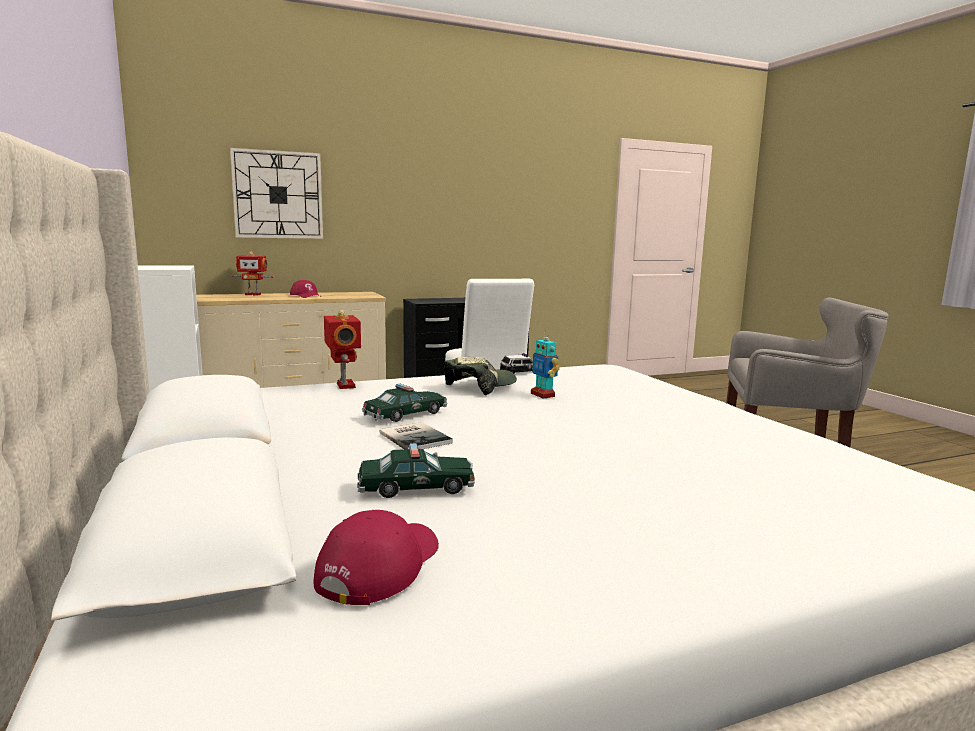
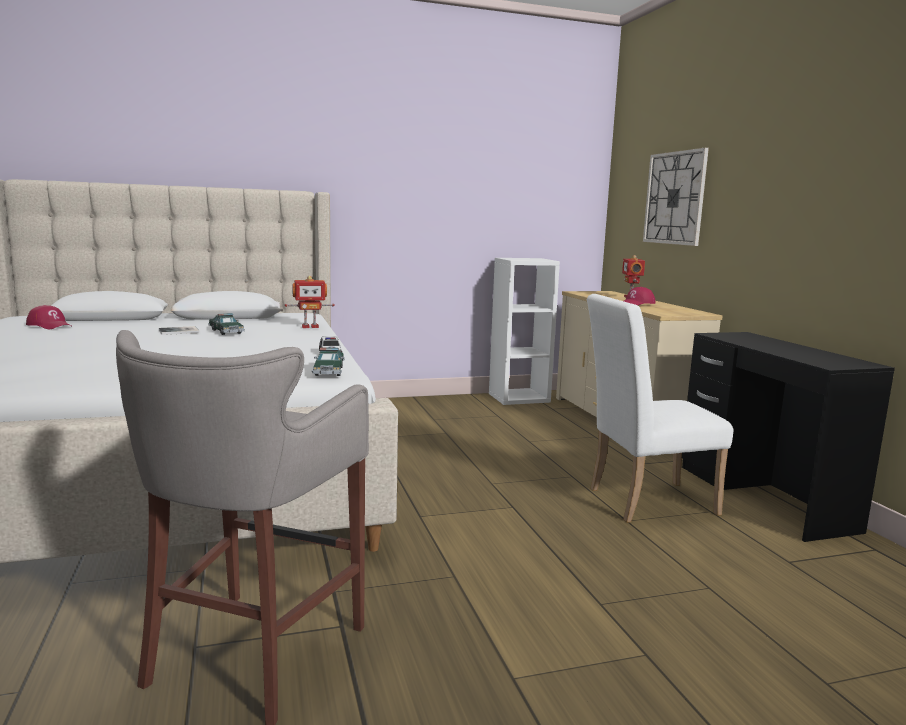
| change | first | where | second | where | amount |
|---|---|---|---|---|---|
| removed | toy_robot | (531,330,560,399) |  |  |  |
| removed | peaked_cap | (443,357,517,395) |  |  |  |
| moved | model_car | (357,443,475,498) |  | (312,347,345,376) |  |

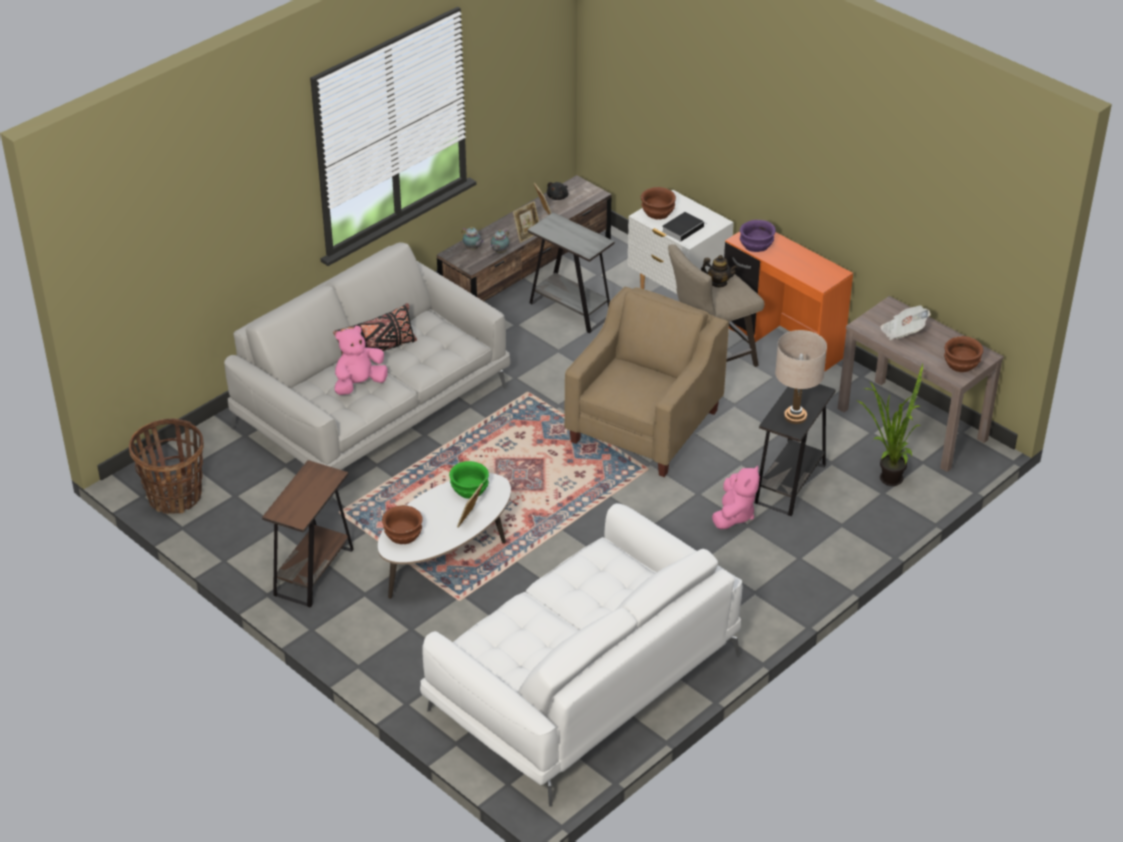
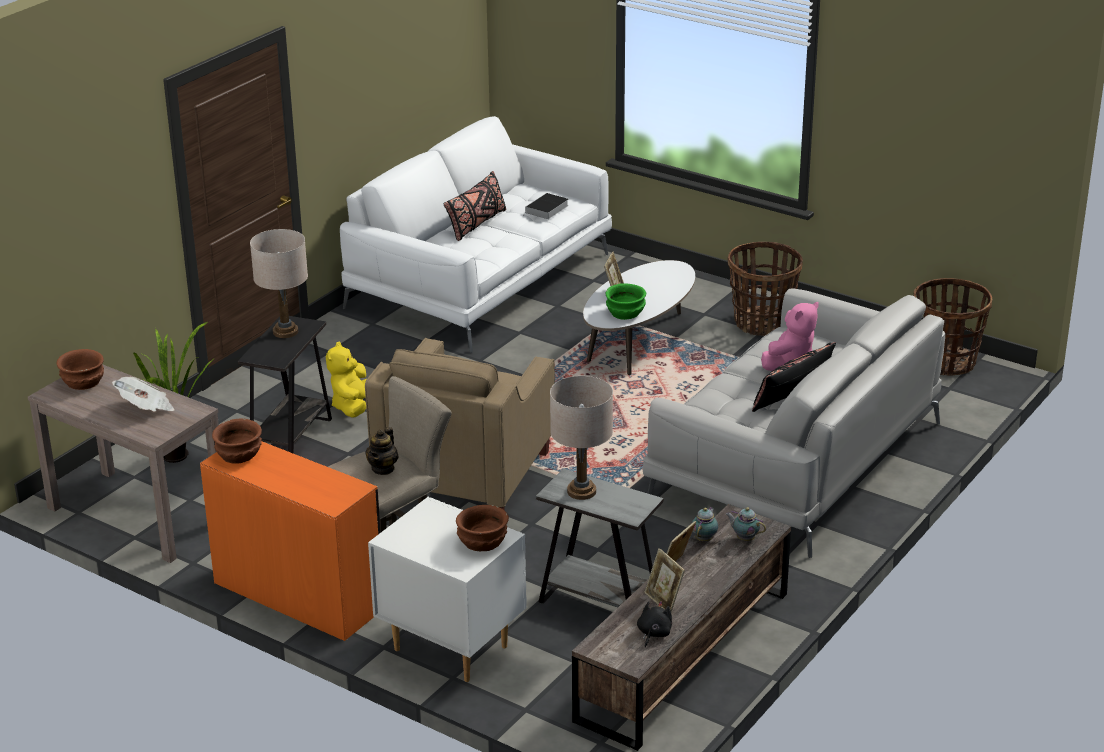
| change | first | where | second | where | amount |
|---|---|---|---|---|---|
| moved | volume | (662,212,707,242) |  | (524,193,569,219) |  |
| removed | purplish_bowl | (740,220,776,252) |  |  |  |
| turned | tea_pot | (701,255,738,287) |  | (365,427,399,475) | 75 degrees counterclockwise |
| replaced | brown_side_table | (262,460,354,608) | basket | (728,242,803,336) |  |
| recoloured | pink_soft_toy | (712,465,760,529) | yellow_soft_toy | (326,341,367,417) |  |
| moved | brown_bowl | (382,505,423,544) |  | (212,419,262,464) |  |
| added |  |  | blackish_cushion | (444,171,506,241) |  |
| added |  |  | beige-coloured_lamp_for_a_table | (550,376,613,500) |  |

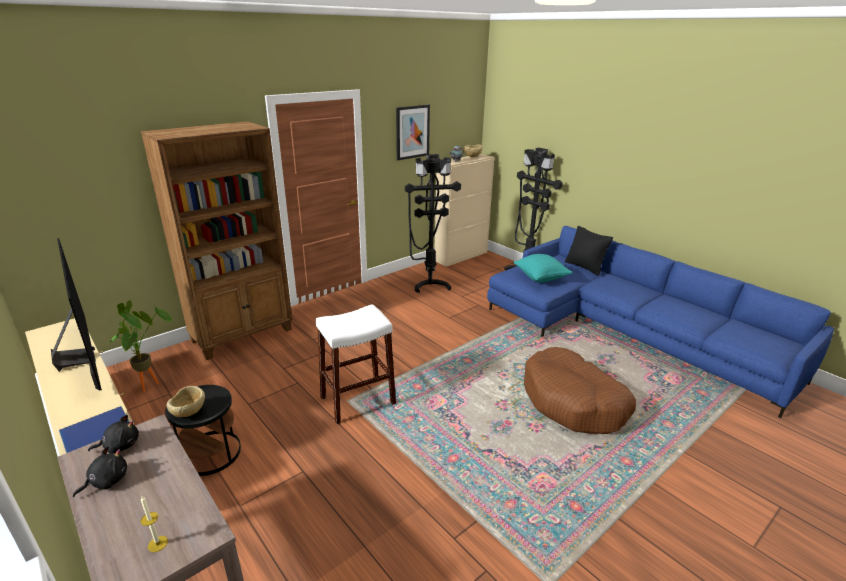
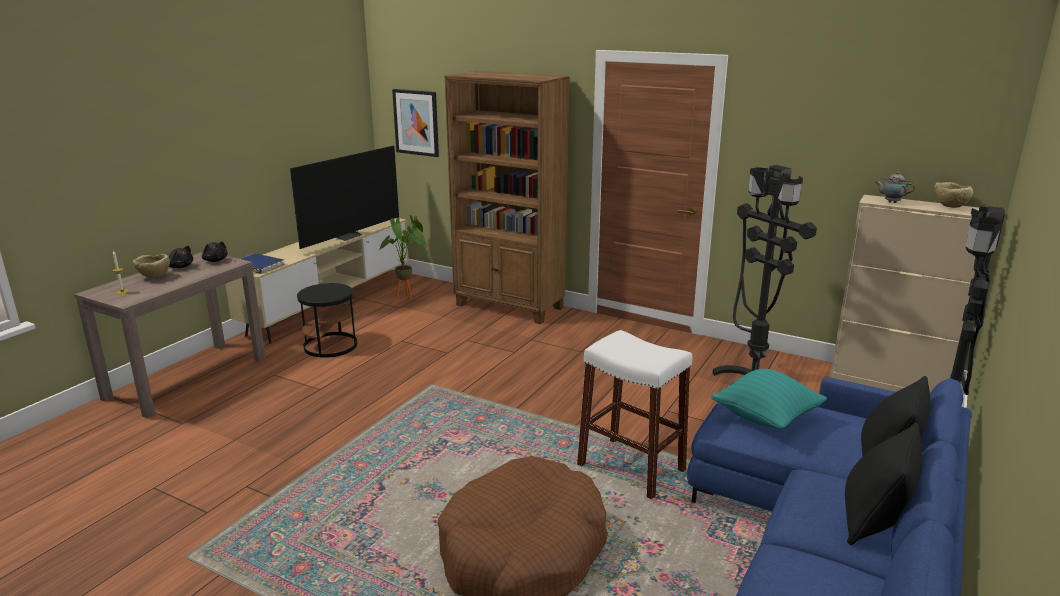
| change | first | where | second | where | amount |
|---|---|---|---|---|---|
| moved | wall_picture | (396,105,430,160) |  | (392,89,439,157) |  |
| moved | white-coloured_stool | (316,304,396,424) |  | (577,330,692,499) |  |
| moved | beige-coloured_bowl | (167,386,205,417) |  | (133,254,170,278) |  |
| added |  |  | blackish_cushion | (845,423,922,545) |  |

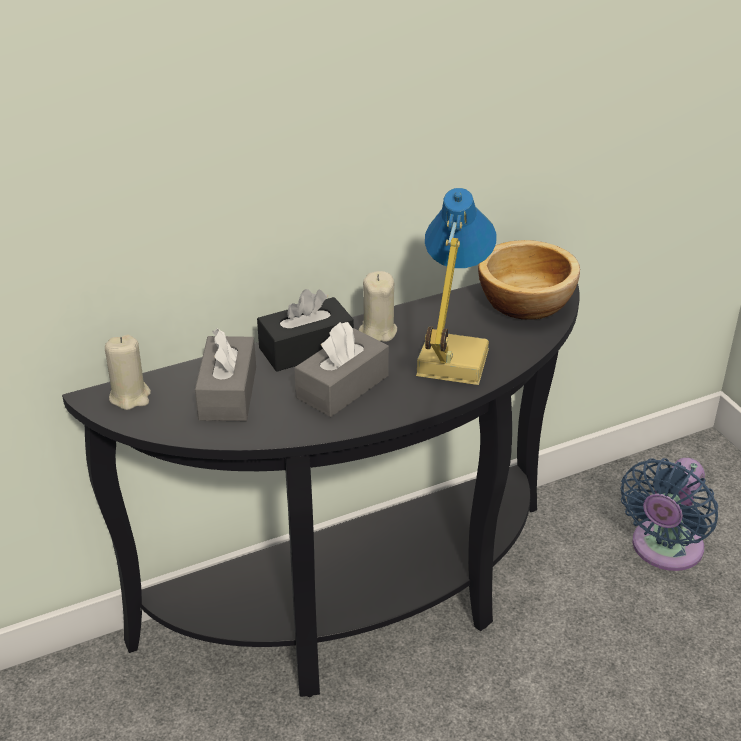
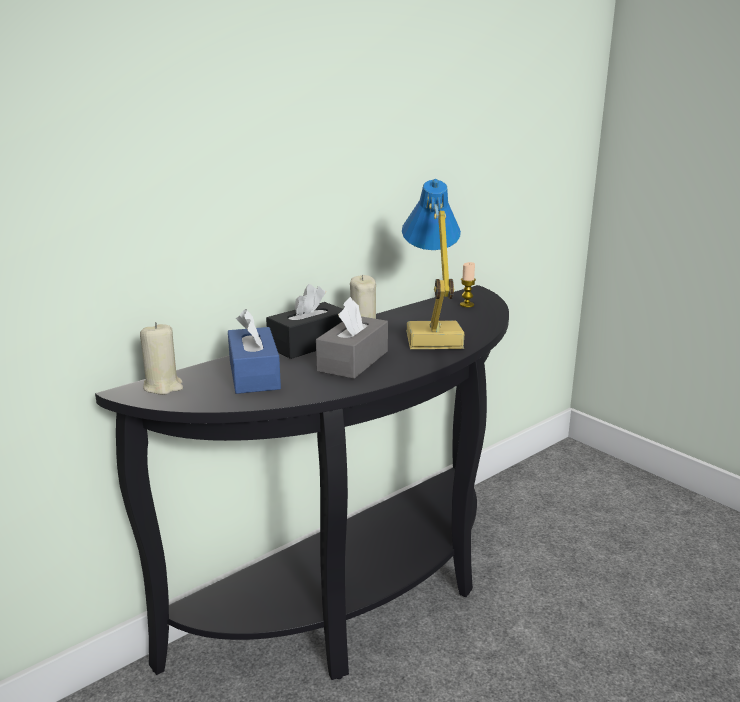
| change | first | where | second | where | amount |
|---|---|---|---|---|---|
| replaced | bowl | (478,240,580,320) | candle | (460,262,476,307) |  |
| recoloured | greyish_tissue_holder | (195,329,256,421) | blue-coloured_tissue_holder | (228,309,281,394) |  |
| removed | blue-coloured_fan | (621,458,718,571) |  |  |  |

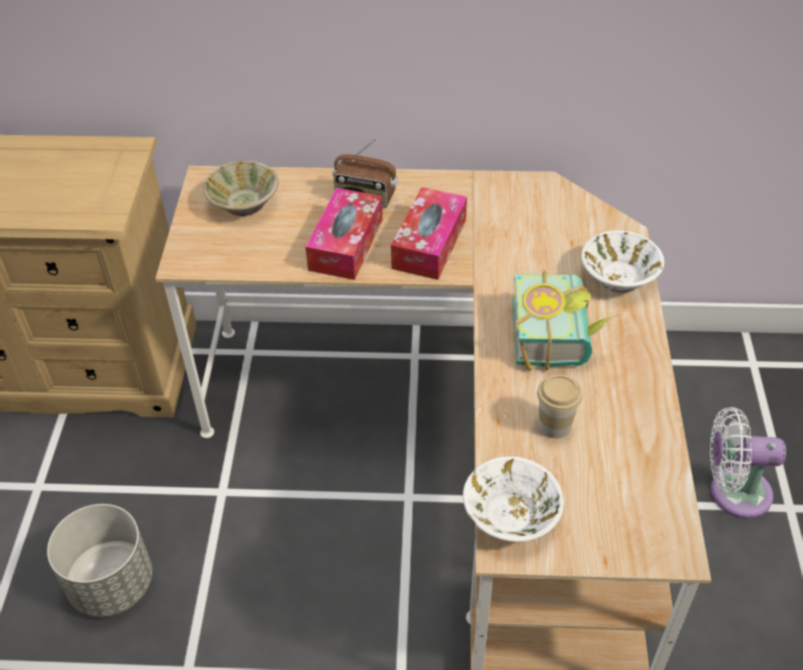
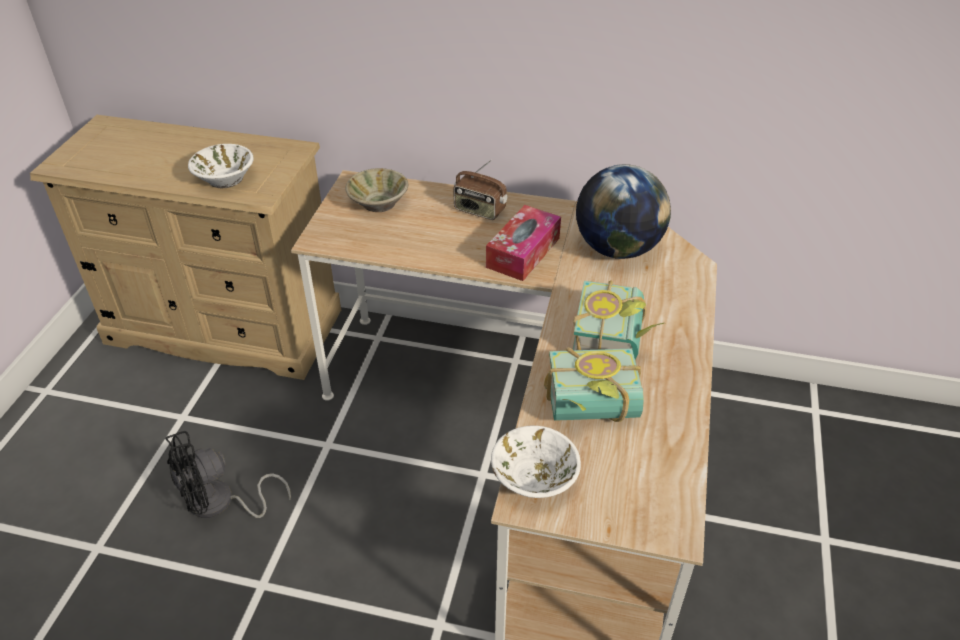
| change | first | where | second | where | amount |
|---|---|---|---|---|---|
| removed | tissue_holder | (305,188,383,280) |  |  |  |
| moved | white-coloured_bowl | (581,230,664,292) |  | (188,144,254,188) |  |
| replaced | cup | (537,374,583,438) | volume | (544,347,644,422) |  |
| removed | white-coloured_fan | (710,407,786,519) |  |  |  |
| replaced | greyish_planter | (47,504,152,617) | blackish_fan | (165,431,291,518) |  |
| added |  |  | desk_globe | (576,164,671,259) |  |

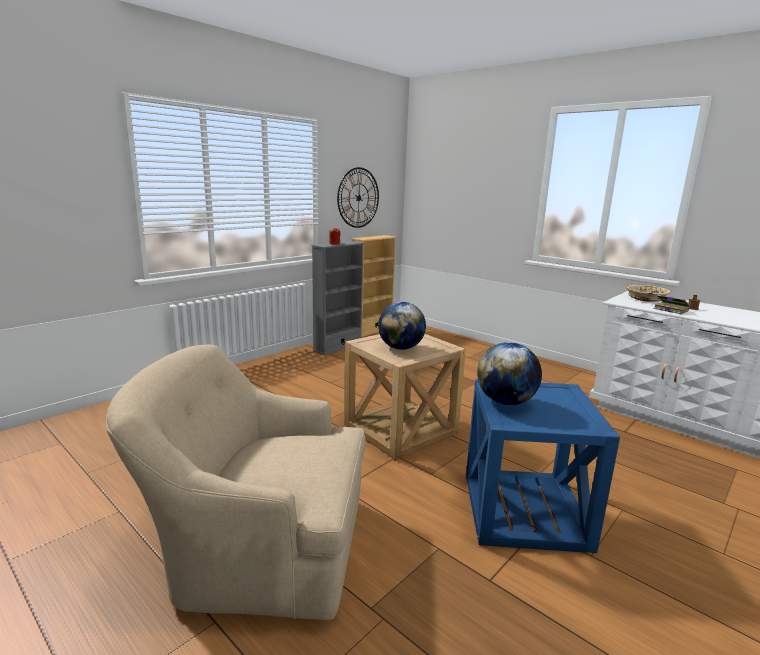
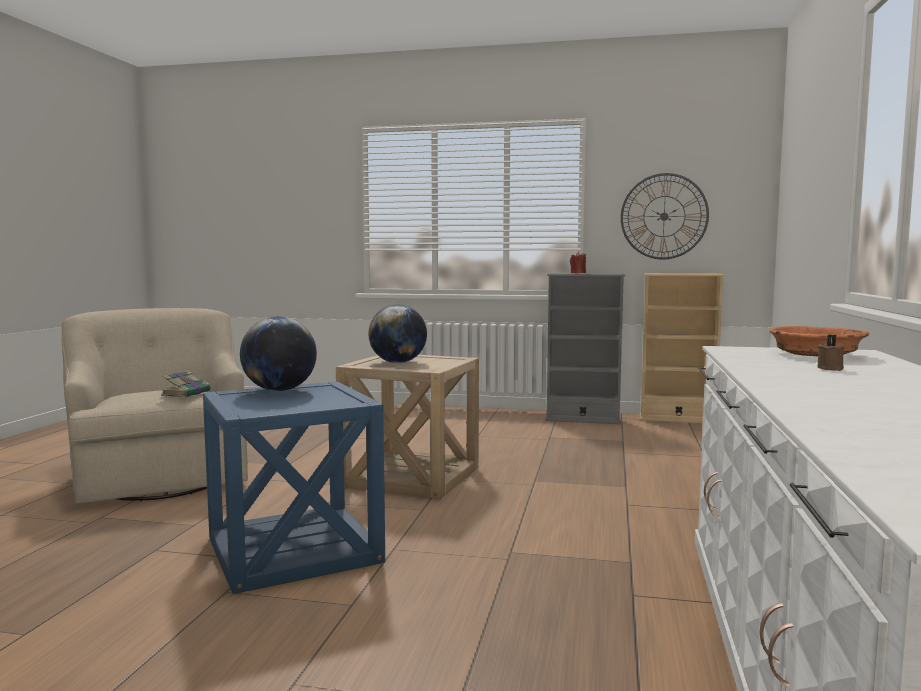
| change | first | where | second | where | amount |
|---|---|---|---|---|---|
| recoloured | beige-coloured_bowl | (626,285,670,302) | orange-coloured_bowl | (769,326,869,356) |  |
| moved | volume | (653,295,690,314) |  | (161,370,211,398) |  |

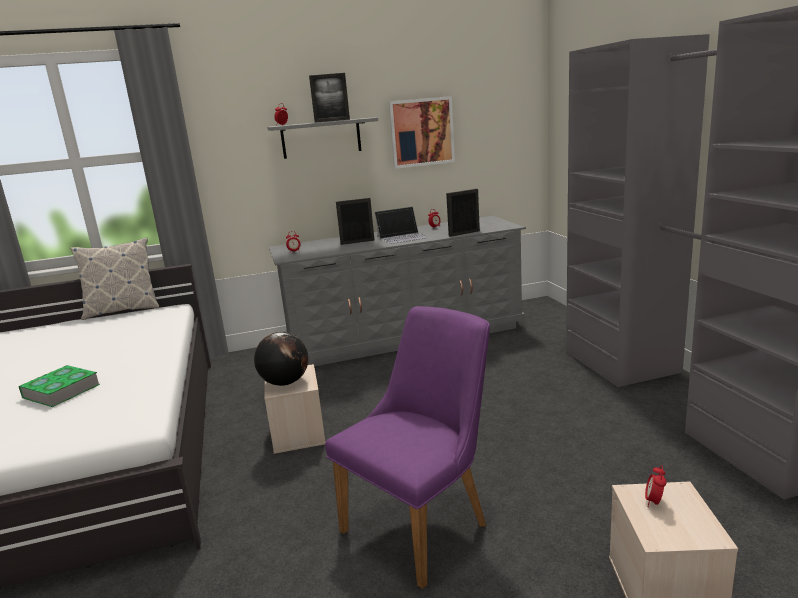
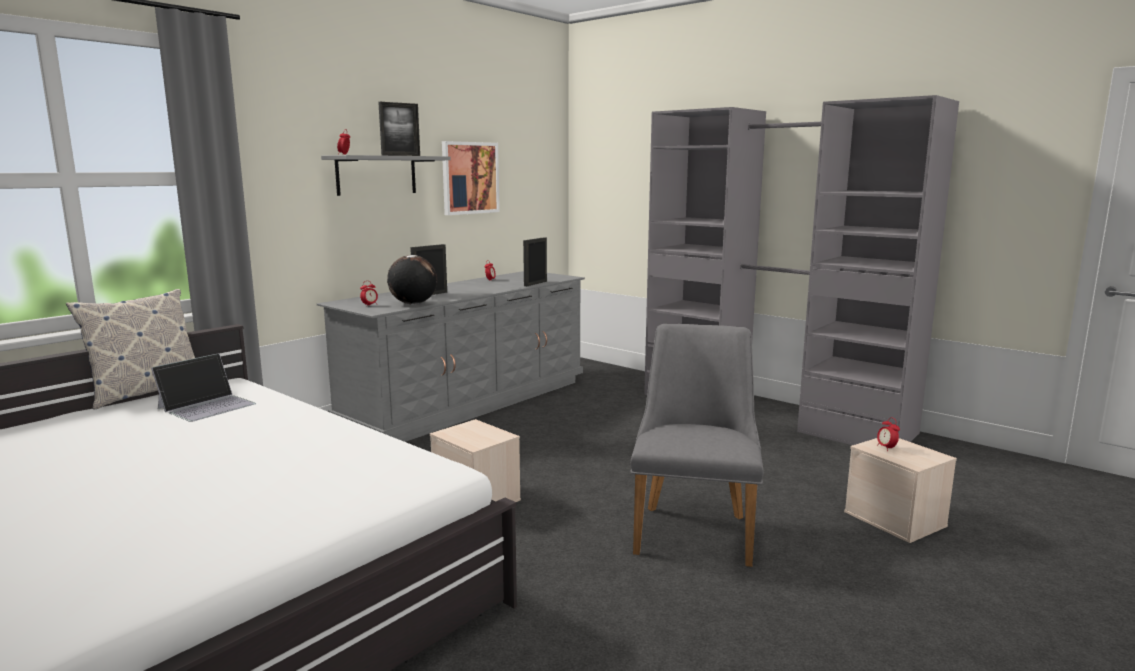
| change | first | where | second | where | amount |
|---|---|---|---|---|---|
| moved | notebook_computer | (374,206,429,244) |  | (151,353,256,422) |  |
| recoloured | purplish_upright_chair | (325,306,490,589) | greyish_upright_chair | (631,324,764,567) |  |
| moved | desk_globe | (254,332,309,386) |  | (387,255,437,304) |  |
| removed | volume | (18,365,100,407) |  |  |  |

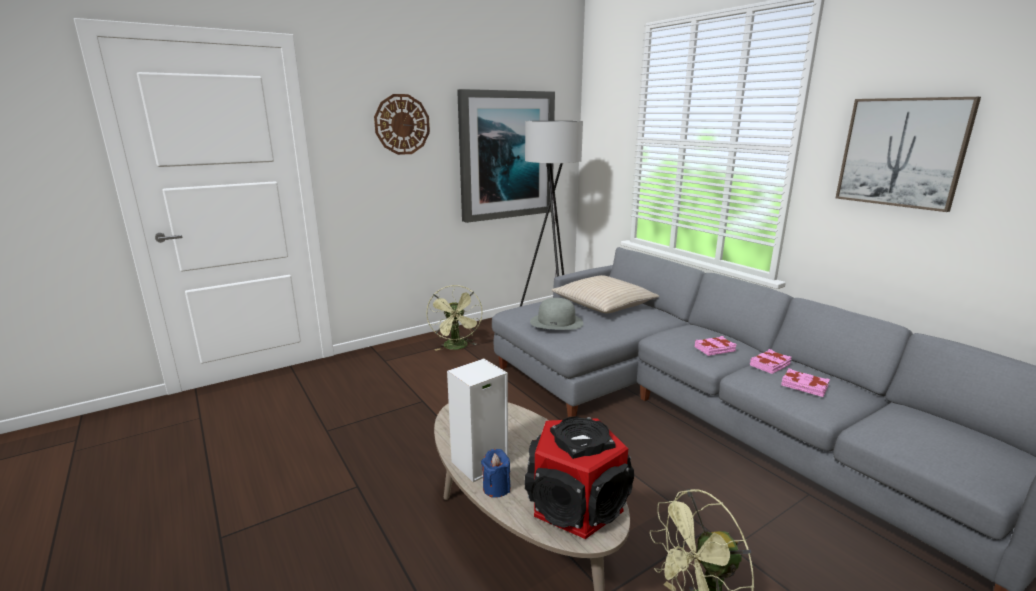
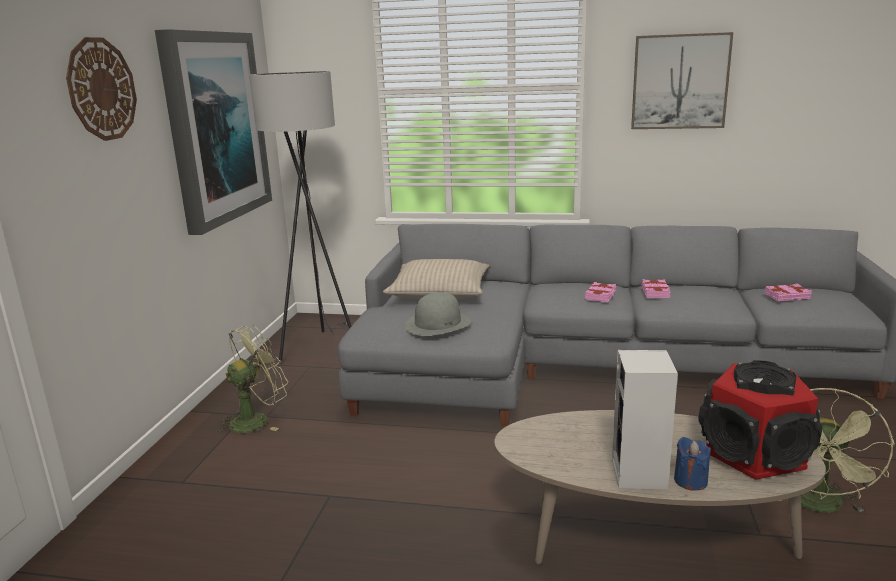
| change | first | where | second | where | amount |
|---|---|---|---|---|---|
| turned | green_fan | (426,285,482,351) |  | (216,325,288,433) | 75 degrees counterclockwise |
| moved | pink_volume | (781,368,830,397) |  | (765,284,812,301) |  |

